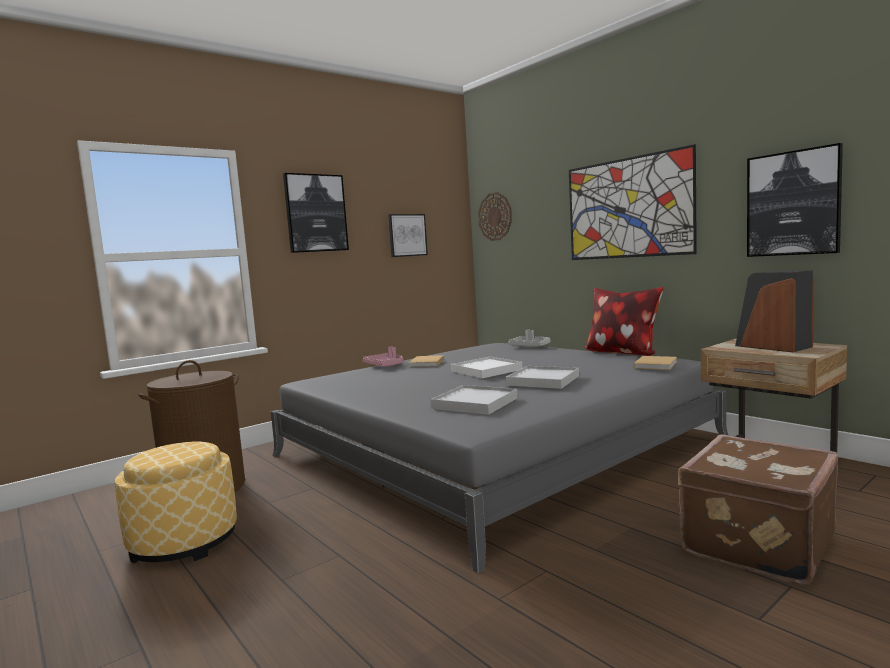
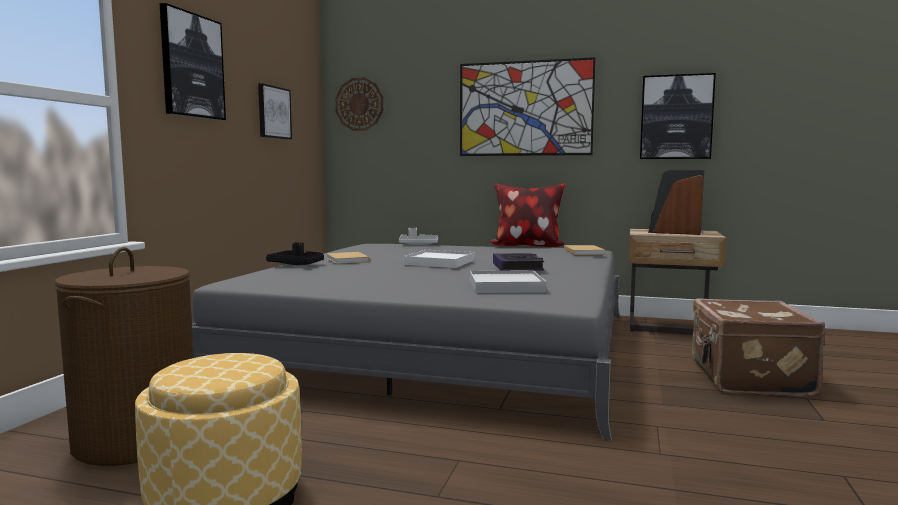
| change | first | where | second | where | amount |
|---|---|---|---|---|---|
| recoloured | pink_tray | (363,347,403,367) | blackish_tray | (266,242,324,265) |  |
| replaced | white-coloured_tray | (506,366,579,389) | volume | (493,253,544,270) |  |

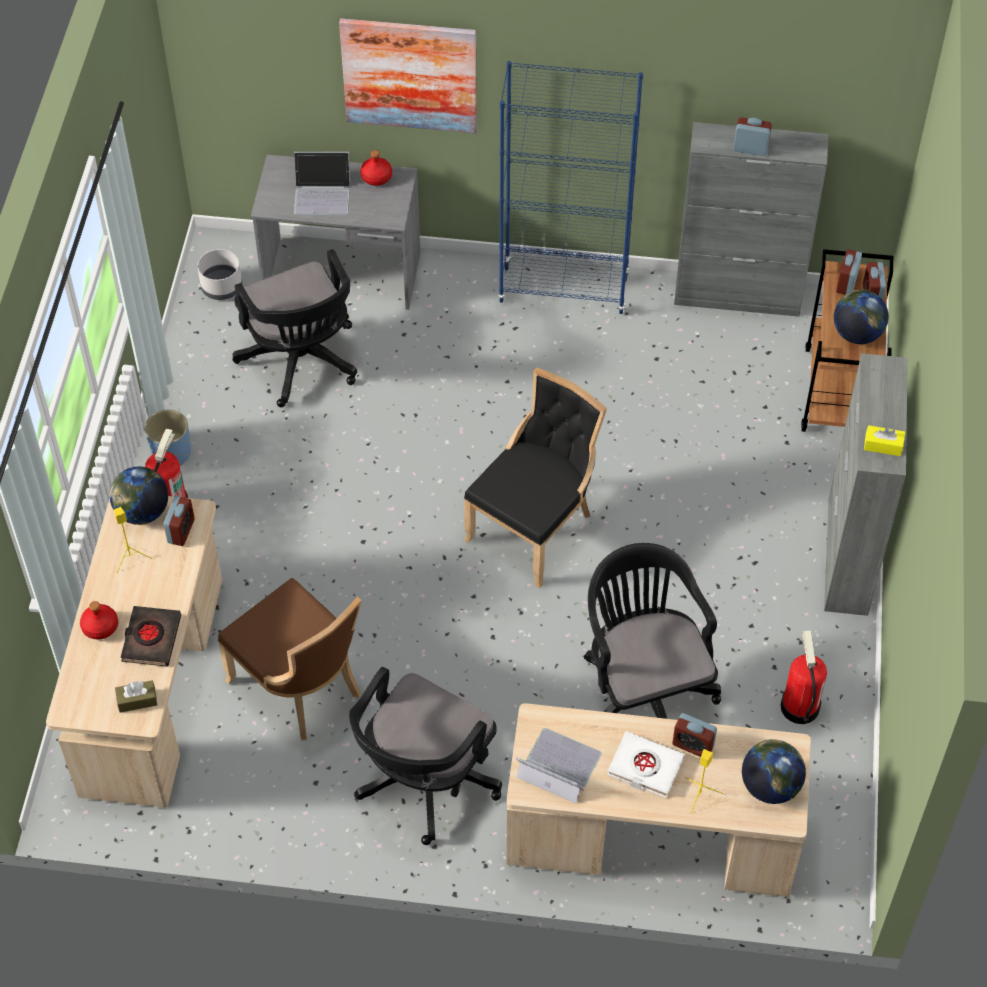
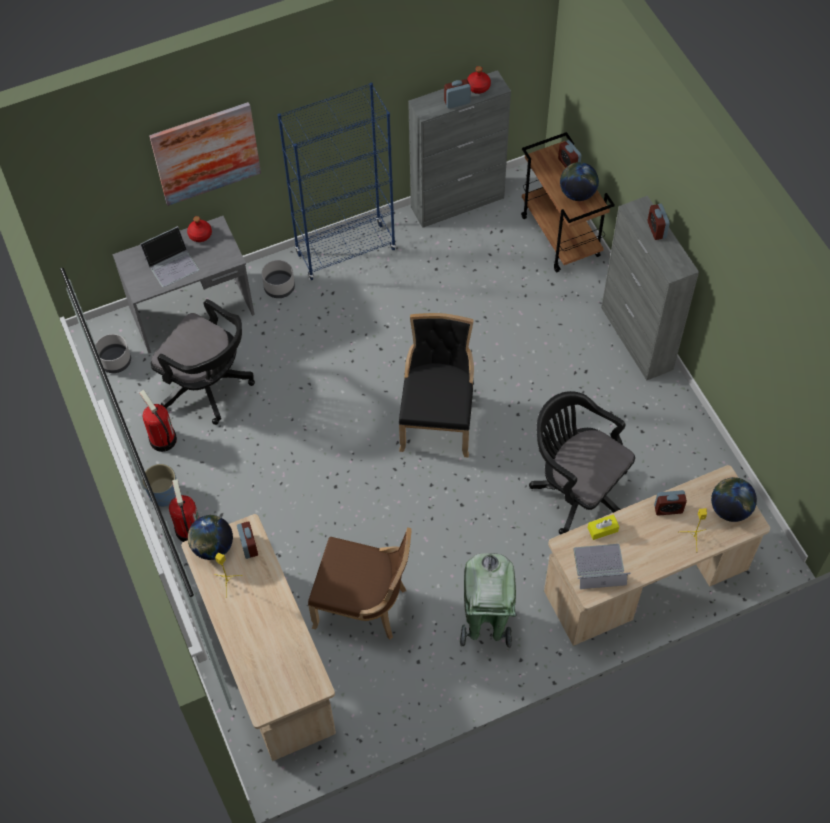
| change | first | where | second | where | amount |
|---|---|---|---|---|---|
| moved | table_clock | (836,249,862,295) |  | (648,204,670,240) |  |
| moved | yellow_tissue_holder | (864,425,905,456) |  | (588,514,619,540) |  |
| moved | red_beverage_bottle | (80,601,118,639) |  | (467,66,491,94) |  |
| removed | blackish_volume | (121,606,181,667) |  |  |  |
| moved | fire_extinguisher | (780,631,827,724) |  | (139,390,177,452) |  |
| replaced | blackish_desk_chair | (349,667,502,845) | green_waste_bin | (460,553,517,648) |  |
| removed | brown_tissue_holder | (115,680,157,713) |  |  |  |
| removed | white-coloured_volume | (607,731,684,798) |  |  |  |
| added |  |  | greyish_planter | (262,260,295,298) |  |

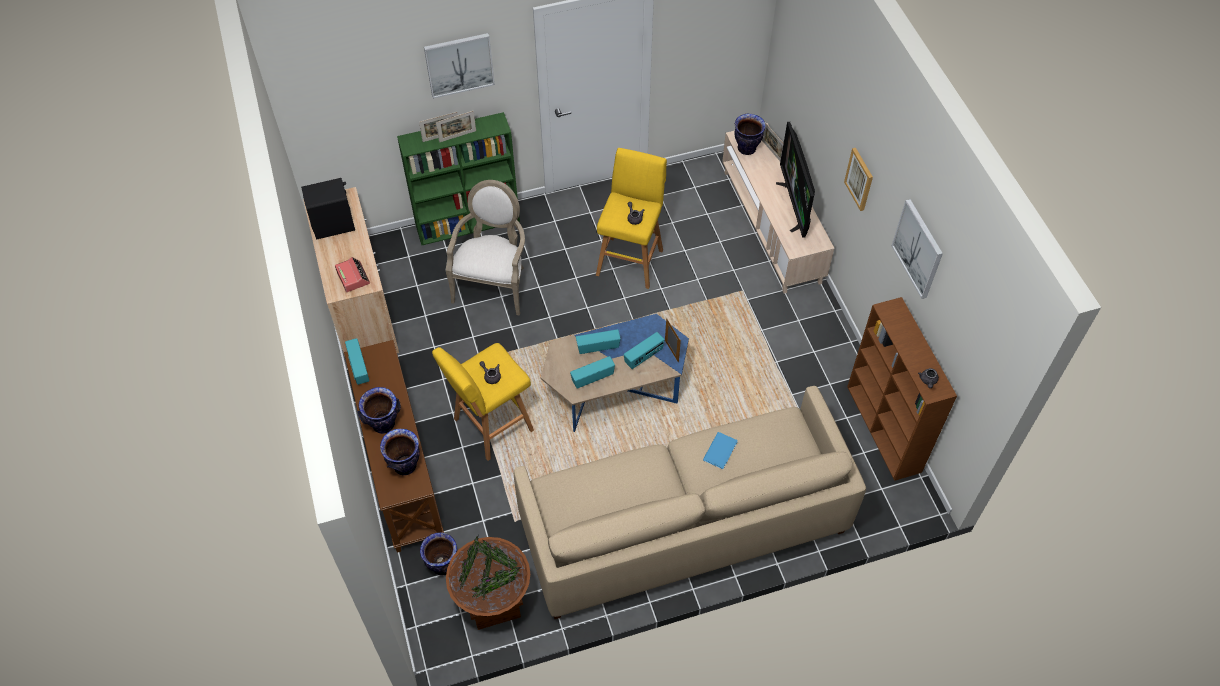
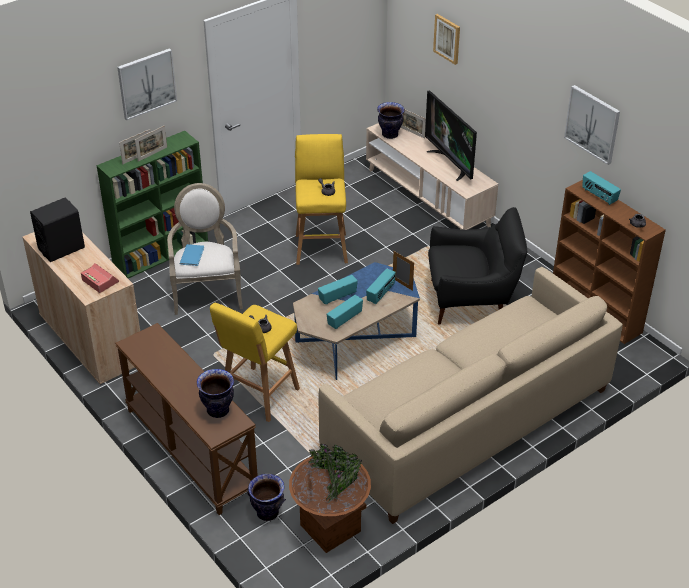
| change | first | where | second | where | amount |
|---|---|---|---|---|---|
| moved | wall_picture | (844,148,873,211) |  | (433,14,460,65) |  |
| moved | radio | (345,338,370,385) |  | (582,171,621,205) |  |
| removed | flower_vase | (358,387,401,434) |  |  |  |
| moved | blue-coloured_volume | (703,432,738,469) |  | (179,244,204,266) |  |
| added |  |  | blackish_lounge_chair | (428,207,527,324) |  |

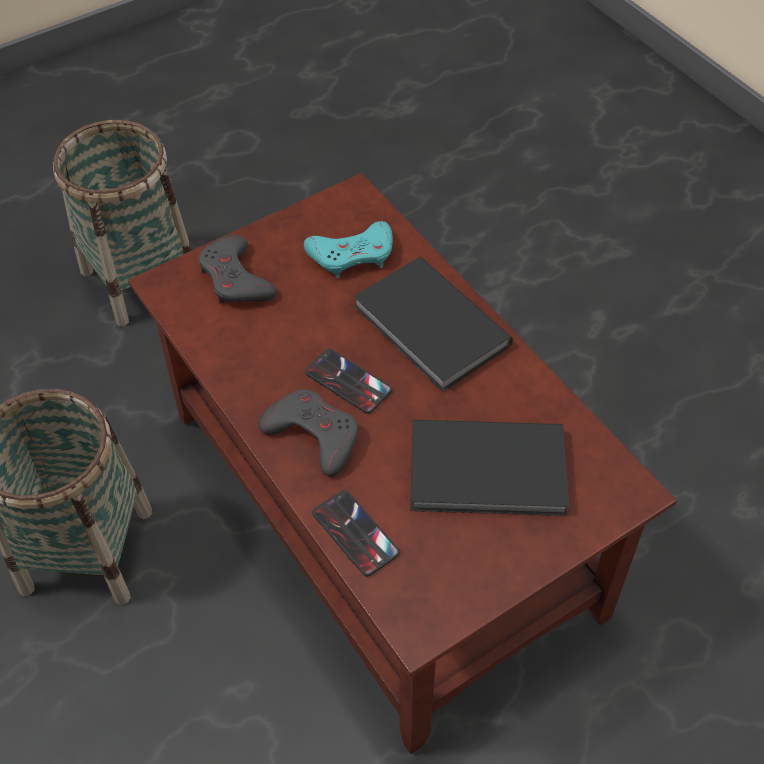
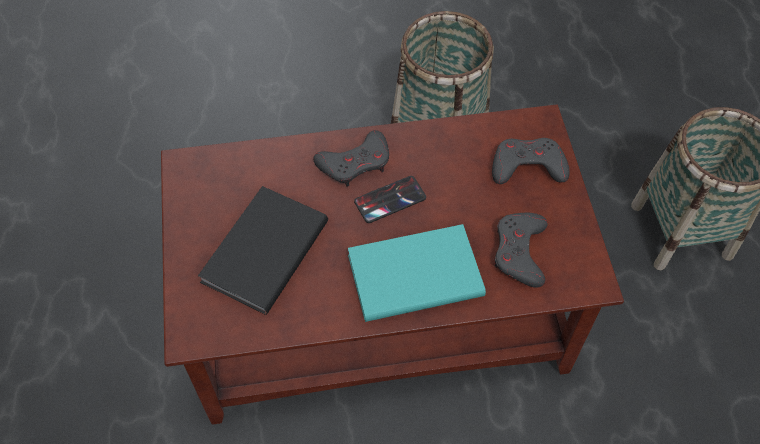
| change | first | where | second | where | amount |
|---|---|---|---|---|---|
| recoloured | blue-green_gamepad | (304,221,393,278) | greyish_gamepad | (494,213,548,288) |  |
| recoloured | blackish_volume | (353,257,513,392) | blue-green_volume | (348,224,486,322) |  |
| removed | telephone | (312,490,400,577) |  |  |  |

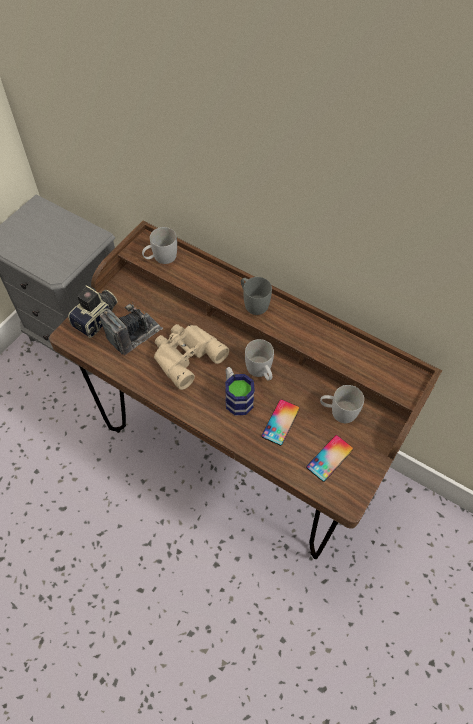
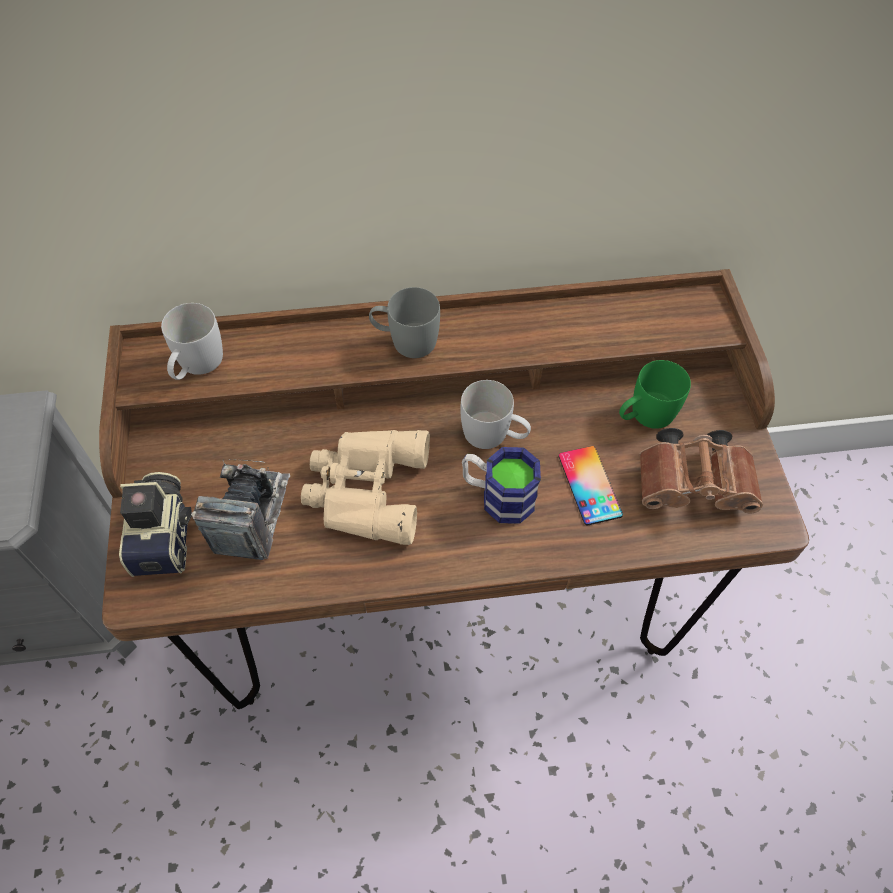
| change | first | where | second | where | amount |
|---|---|---|---|---|---|
| recoloured | white-coloured_tea_mug | (320,385,364,423) | green_tea_mug | (619,360,691,429) |  |
| replaced | telephone | (306,435,353,482) | brown_pair_of_binoculars | (640,428,763,513) |  |

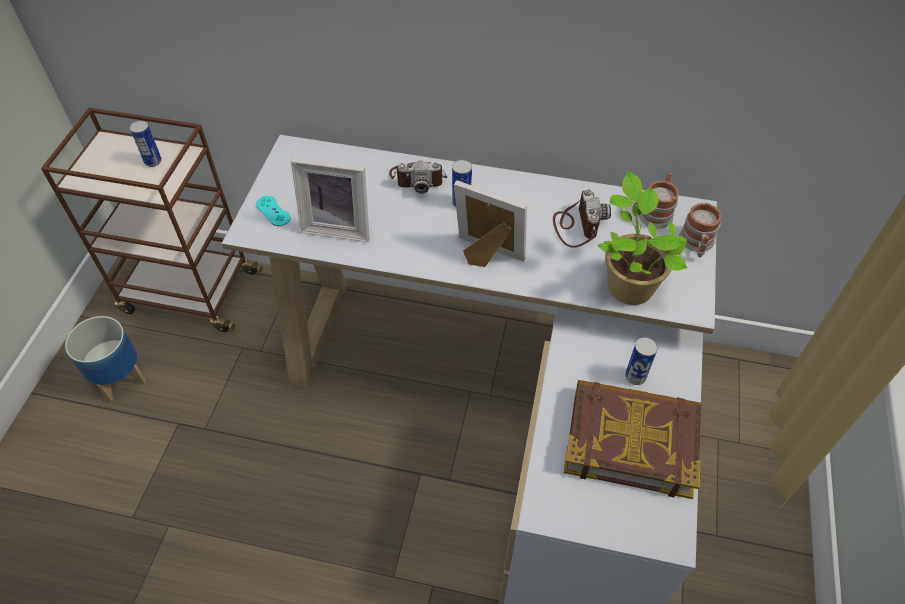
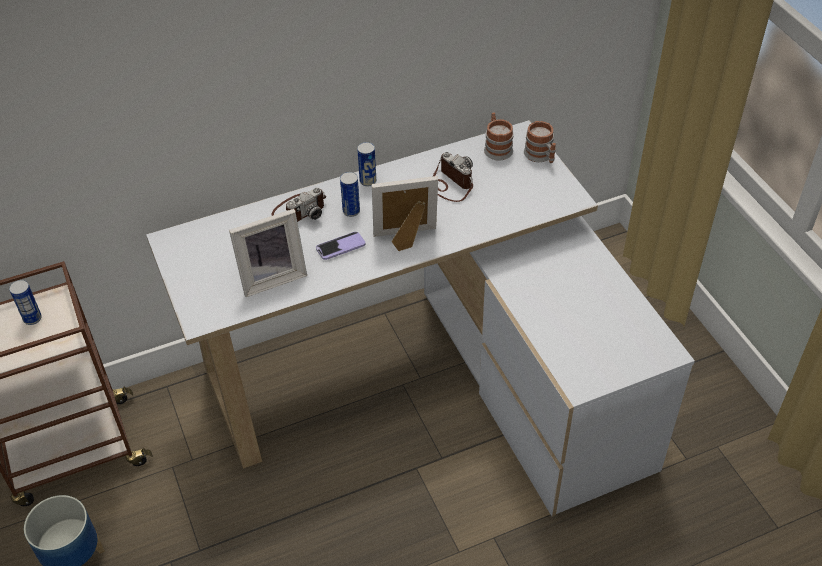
| change | first | where | second | where | amount |
|---|---|---|---|---|---|
| removed | potted_plant | (597,171,688,305) |  |  |  |
| removed | blue-green_gamepad | (256,196,291,226) |  |  |  |
| moved | can | (625,337,658,385) |  | (357,142,376,187) |  |
| removed | volume | (564,380,701,499) |  |  |  |
| added |  |  | telephone | (316,232,365,260) |  |

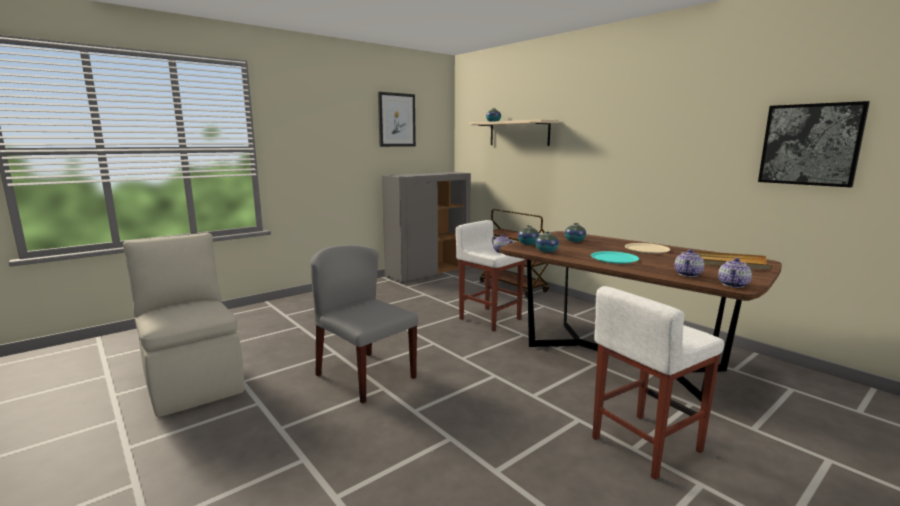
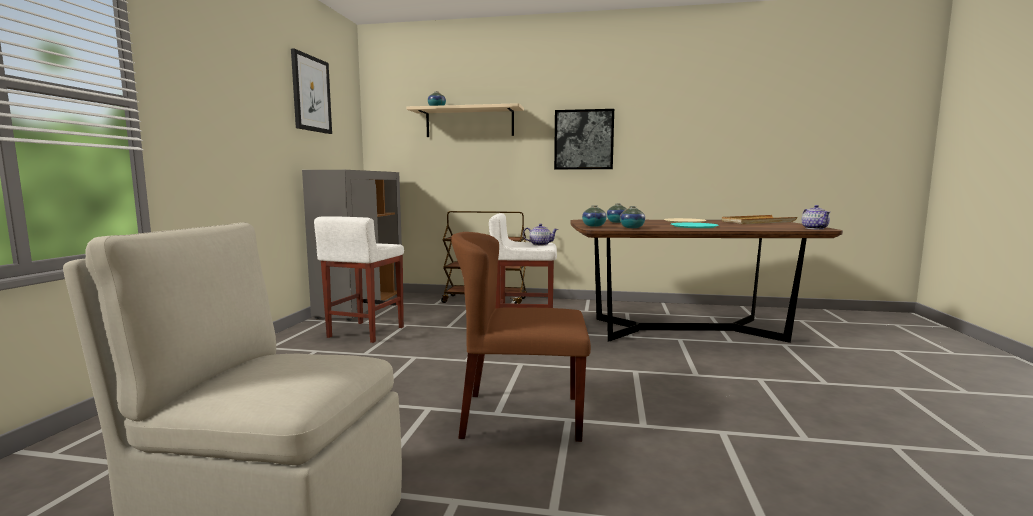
| change | first | where | second | where | amount |
|---|---|---|---|---|---|
| moved | wall_picture | (758,101,870,187) |  | (554,109,614,170) |  |
| recoloured | greyish_upright_chair | (310,245,418,403) | brown_upright_chair | (451,232,591,442) |  |
| removed | tea_pot | (674,249,704,277) |  |  |  |
| moved | white-coloured_stool | (592,286,724,480) |  | (314,216,404,343) |  |

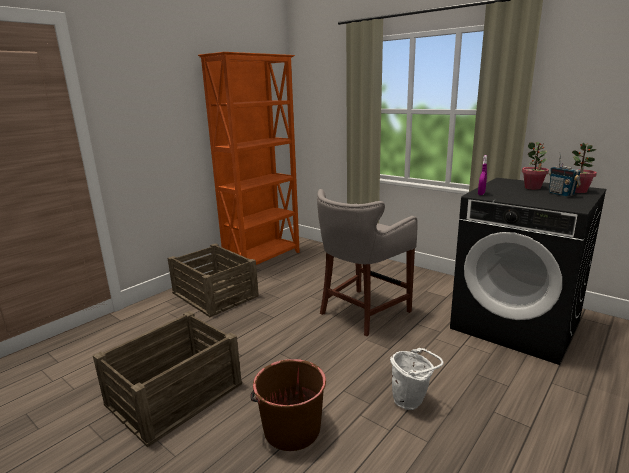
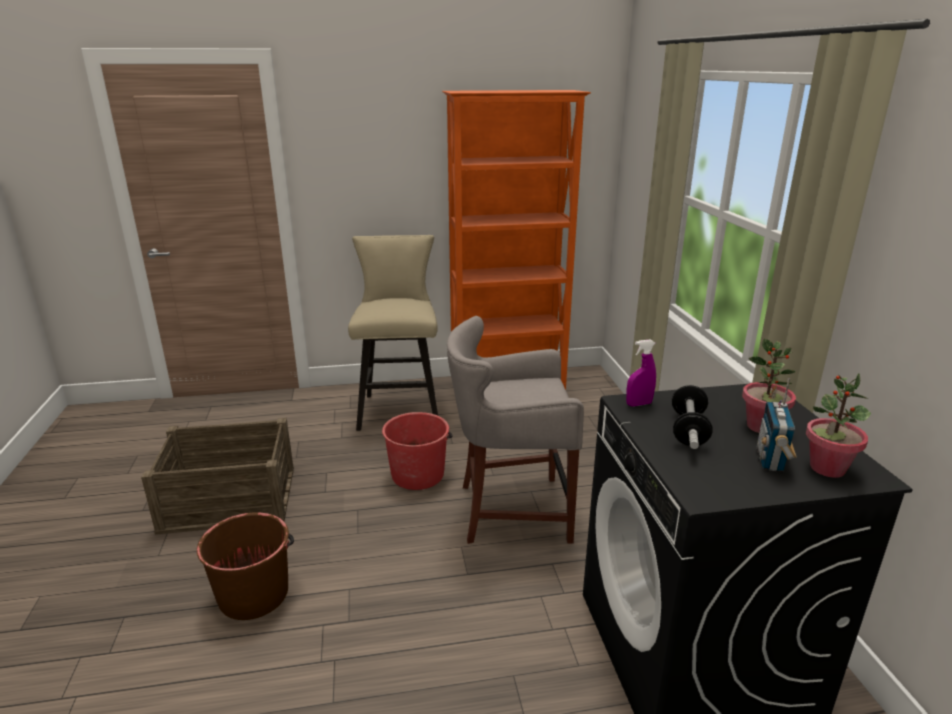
| change | first | where | second | where | amount |
|---|---|---|---|---|---|
| replaced | packing_crate | (168,243,259,317) | beige-coloured_stool | (348,235,438,431) |  |
| removed | white-coloured_water_bucket | (390,348,444,410) |  |  |  |
| added |  |  | dumbbell | (672,385,713,449) |  |
| added |  |  | red_water_bucket | (382,412,453,490) |  |

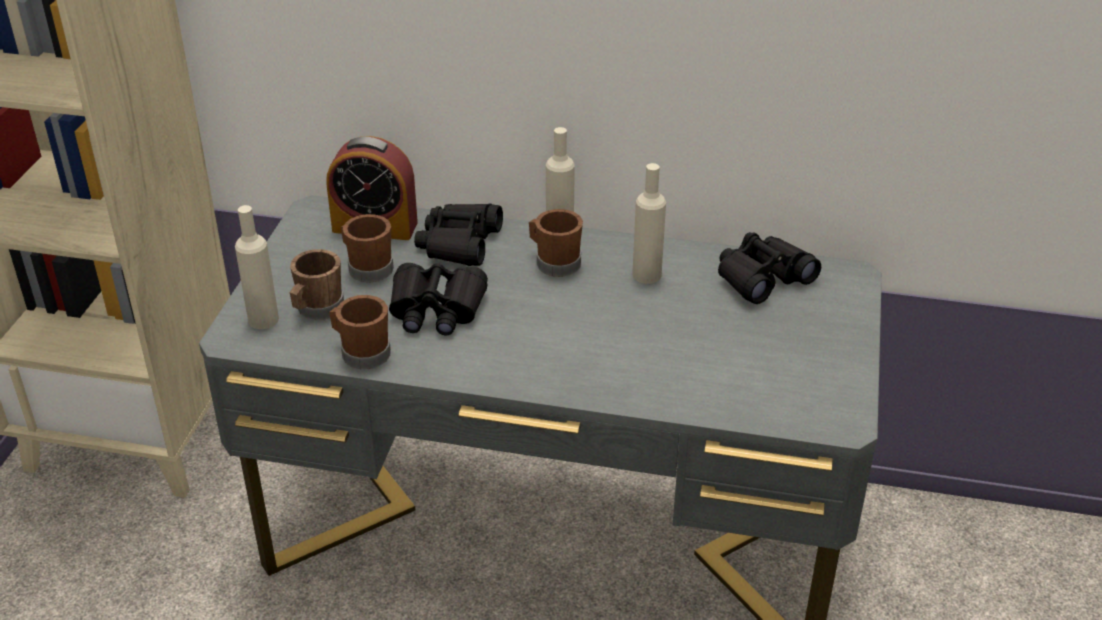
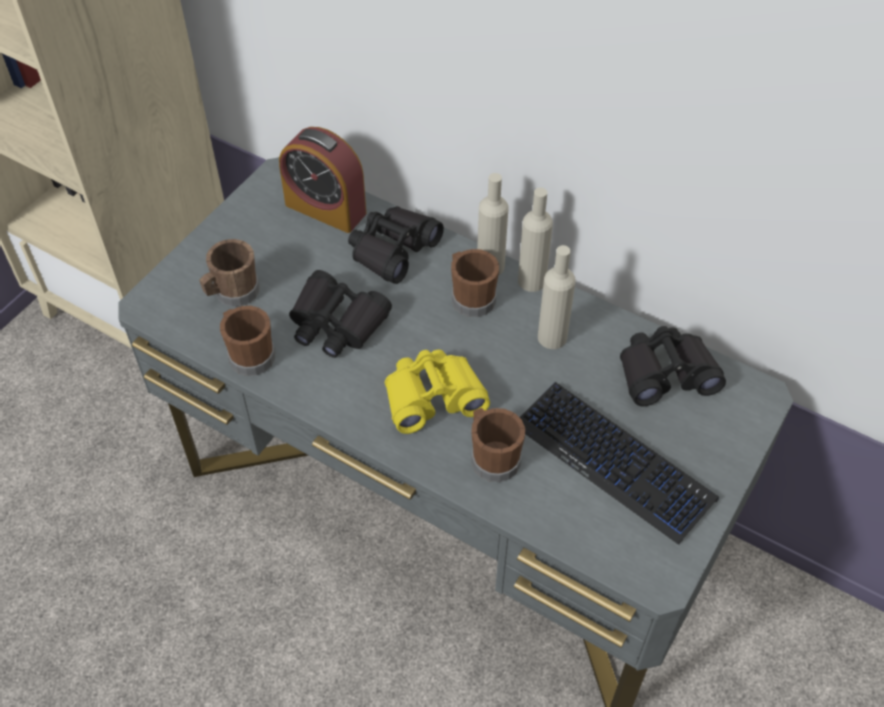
| change | first | where | second | where | amount |
|---|---|---|---|---|---|
| moved | beige-coloured_beverage_bottle | (235,205,279,329) |  | (518,188,553,292) |  |
| moved | brown_tea_mug | (341,214,394,282) |  | (471,408,525,482) |  |
| added |  |  | yellow_pair_of_binoculars | (385,350,490,434) |  |
| added |  |  | keyboard | (520,382,719,545) |  |

